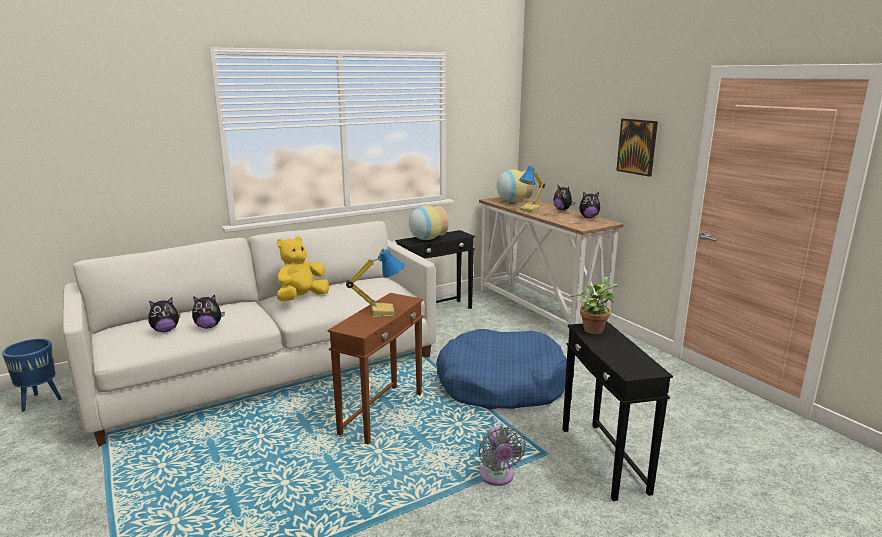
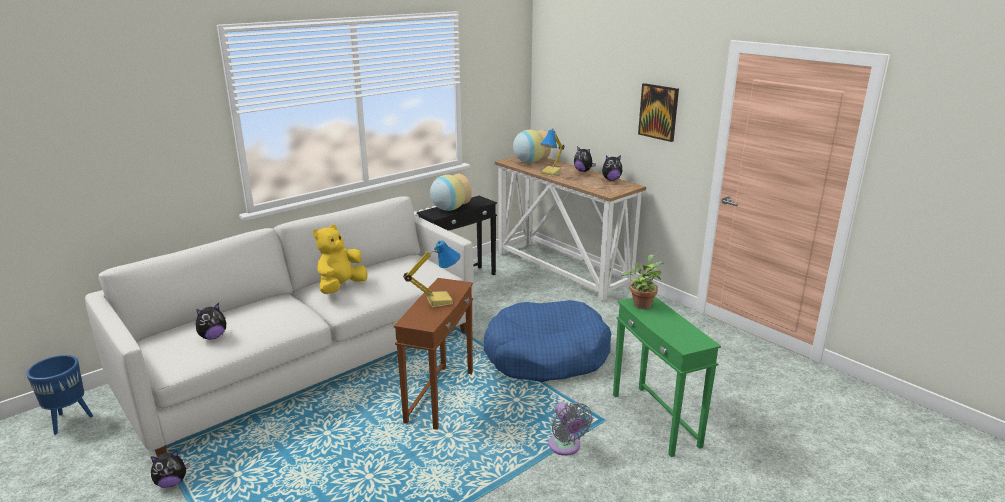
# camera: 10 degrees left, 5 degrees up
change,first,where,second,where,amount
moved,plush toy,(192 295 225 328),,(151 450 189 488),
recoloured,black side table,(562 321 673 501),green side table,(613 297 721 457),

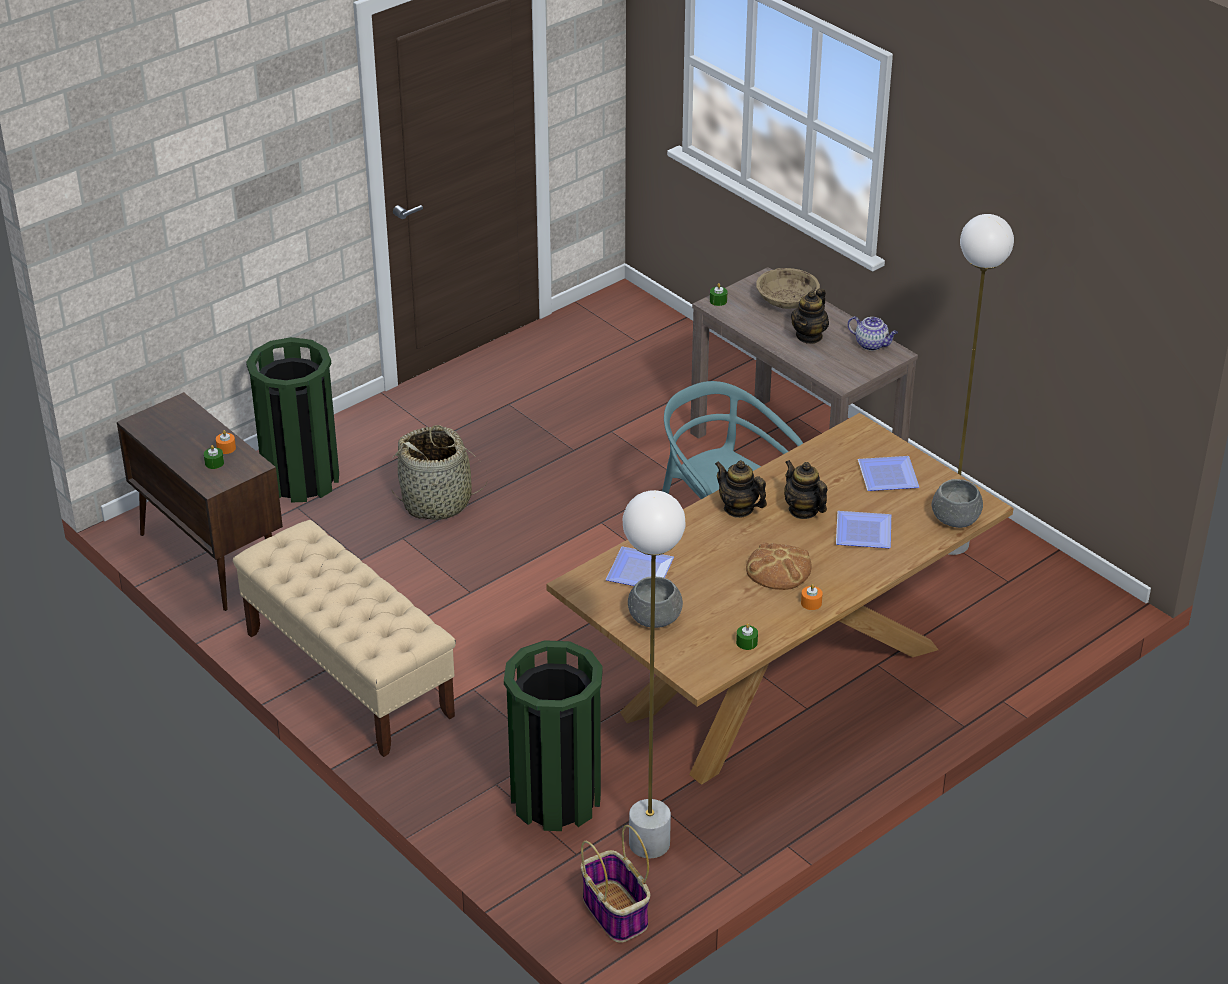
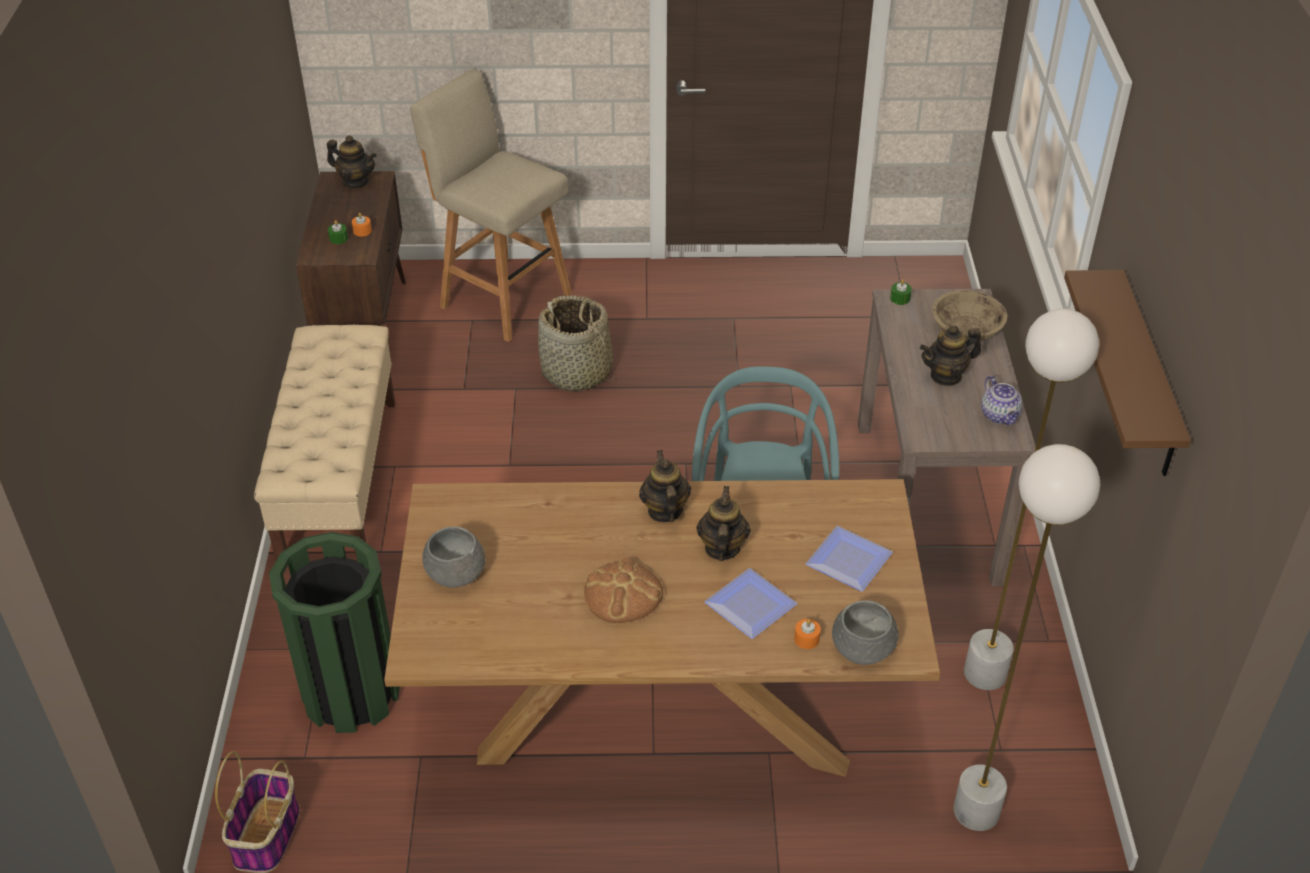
# camera: 40 degrees right, 5 degrees up
change,first,where,second,where,amount
added,,,teapot,(327 136 377 188),
replaced,green trash can,(246 337 339 502),beige stool,(410 69 572 342),
moved,orange candle,(801 584 823 610),,(794 619 821 649),
moved,white floor lamp,(623 490 686 858),,(953 444 1100 831),
added,,,brown shelf,(1064 270 1191 476),
removed,plate,(606 546 674 586),,,
removed,green candle,(736 623 758 650),,,

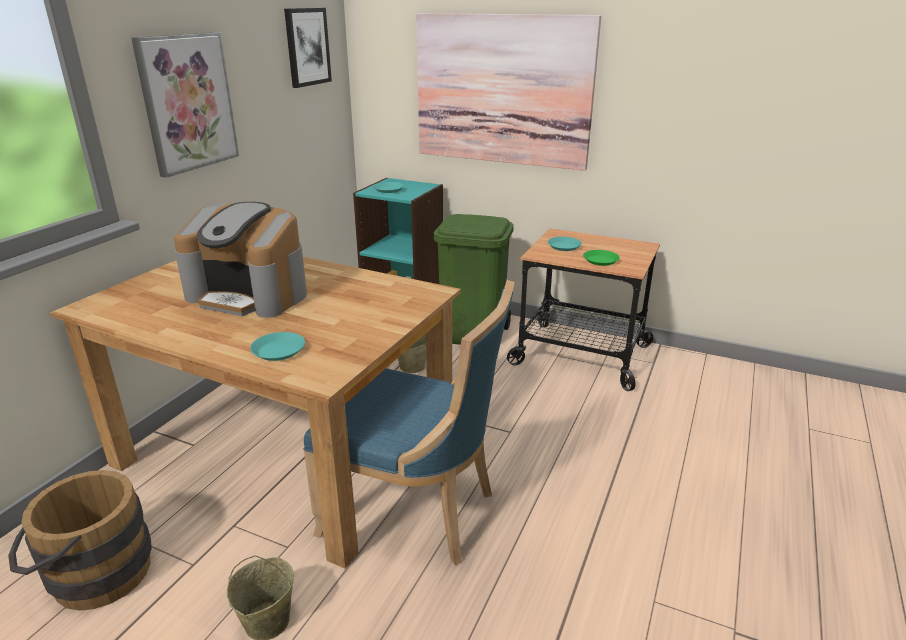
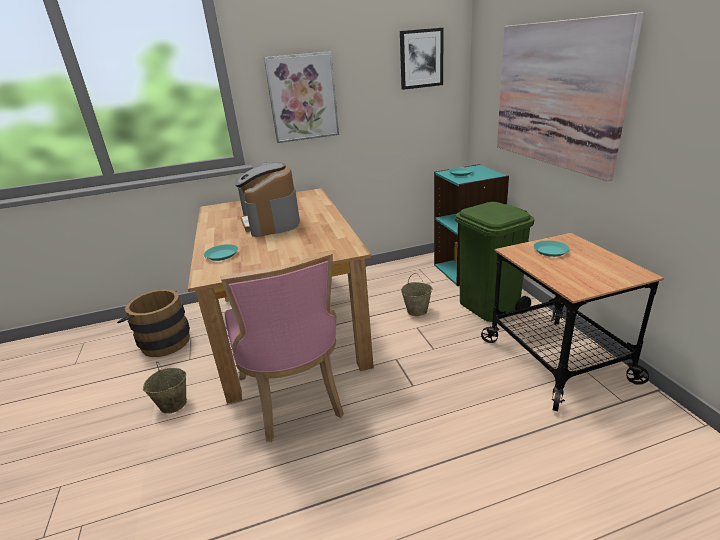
# camera: 50 degrees right, 0 degrees up
change,first,where,second,where,amount
recoloured,blue chair,(303 280 515 565),pink chair,(220 251 344 442),
removed,green plate,(583 250 620 266),,,

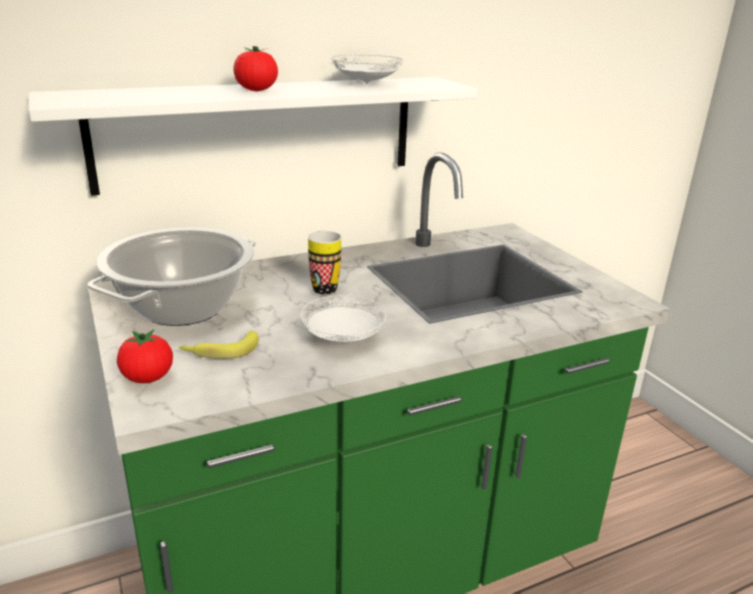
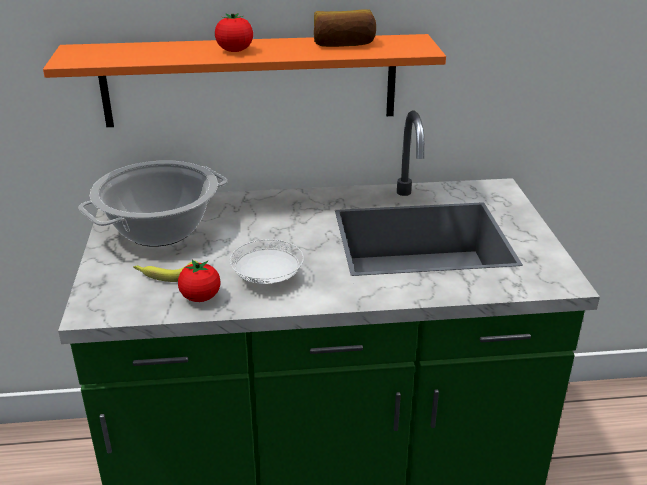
# camera: 20 degrees right, 5 degrees up
change,first,where,second,where,amount
recoloured,white shelf,(29 77 477 196),orange shelf,(43 34 446 127),
moved,tomato,(117 330 173 383),,(178 260 221 302),
replaced,white plate,(331 54 404 84),bread,(314 9 376 47),
removed,mug,(308 231 341 295),,,

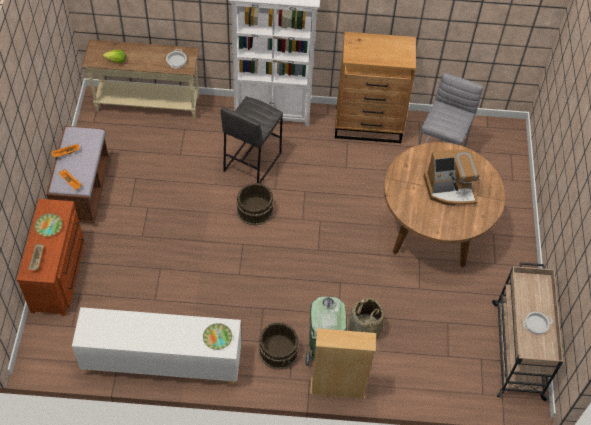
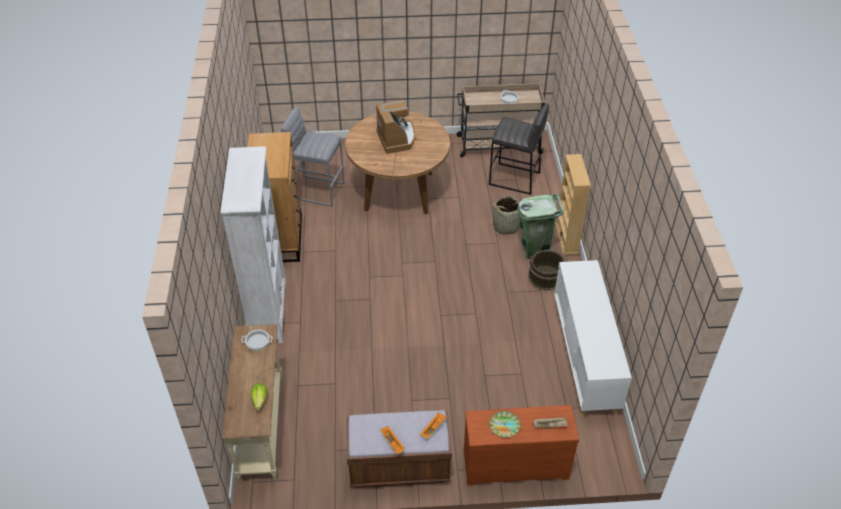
# camera: 95 degrees left, 10 degrees down
change,first,where,second,where,amount
moved,grey stool,(221 96 283 184),,(489 103 549 195),
removed,plate,(203 323 232 350),,,
removed,brown bucket,(237 183 274 226),,,

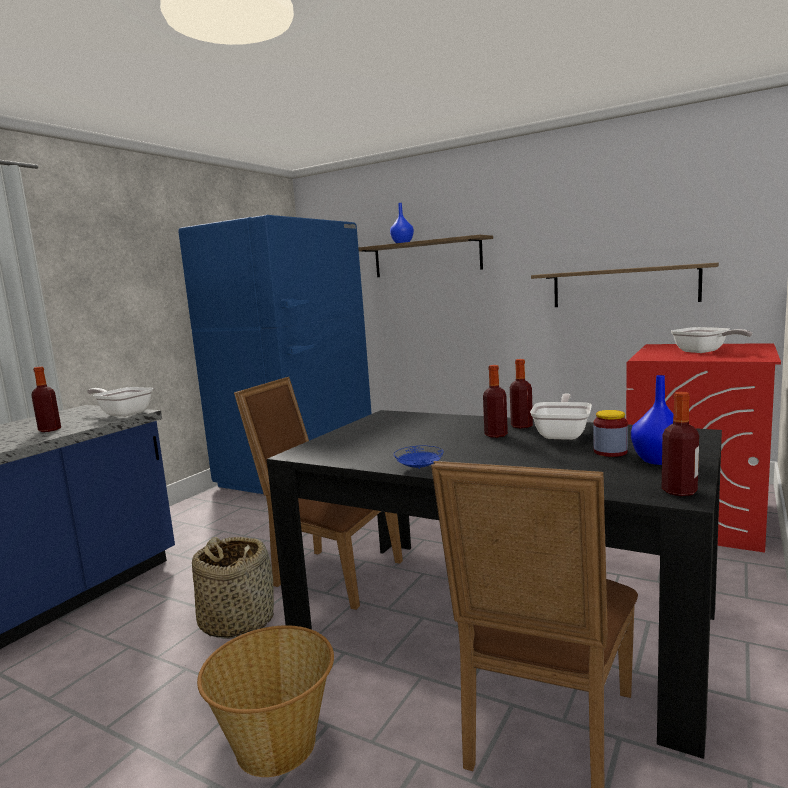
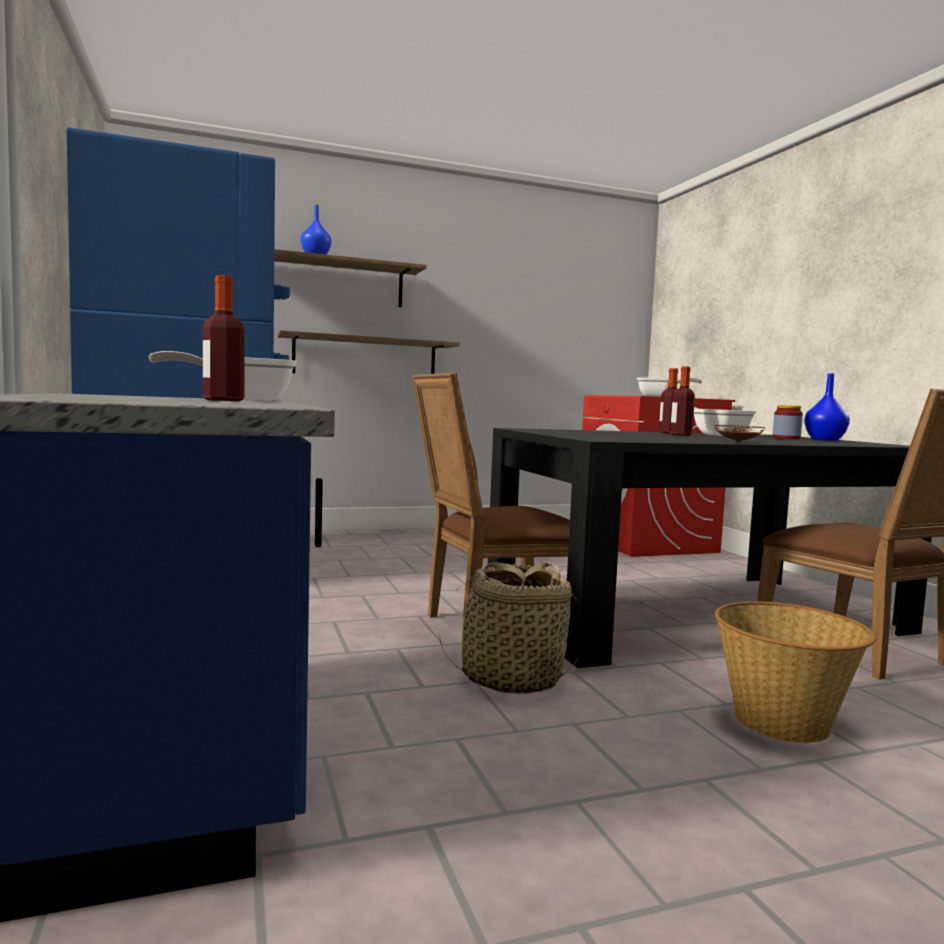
# camera: 50 degrees left, 5 degrees down
change,first,where,second,where,amount
moved,shelf,(531 263 719 307),,(278 330 460 374),
recoloured,blue plate,(394 446 443 469),brown plate,(714 425 766 443),
removed,bottle,(662 392 699 496),,,

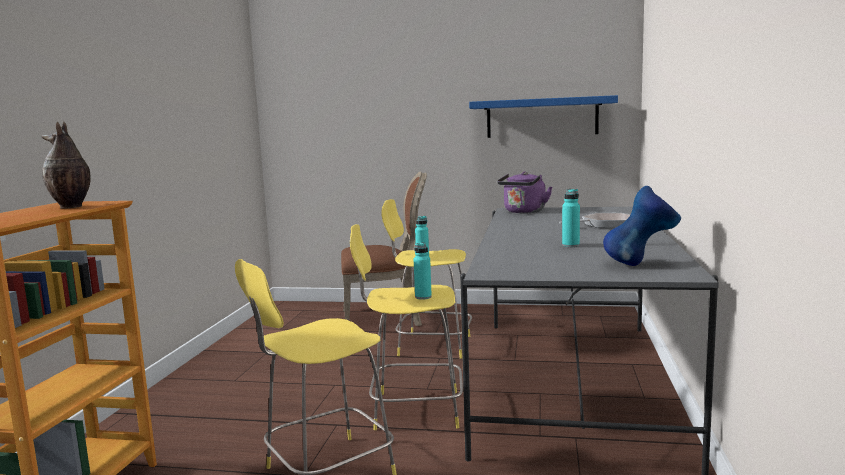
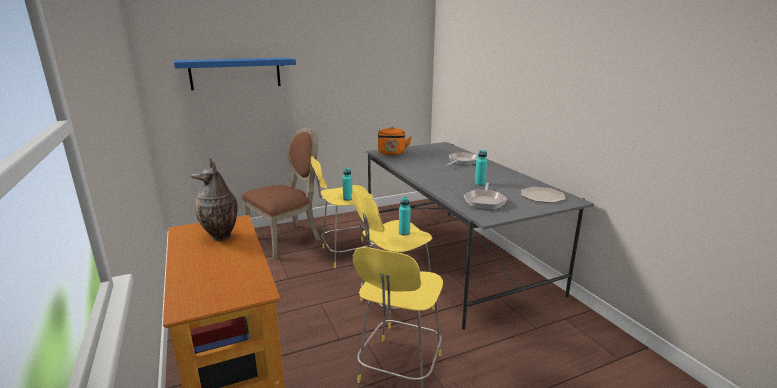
# camera: 35 degrees left, 10 degrees up
change,first,where,second,where,amount
moved,blue shelf,(469 95 618 138),,(174 58 296 90),
recoloured,purple kettle,(497 171 552 213),orange kettle,(378 127 412 155),
added,,,frying pan,(464 183 507 210),
replaced,blue vase,(603 186 681 266),plate,(521 187 566 203),

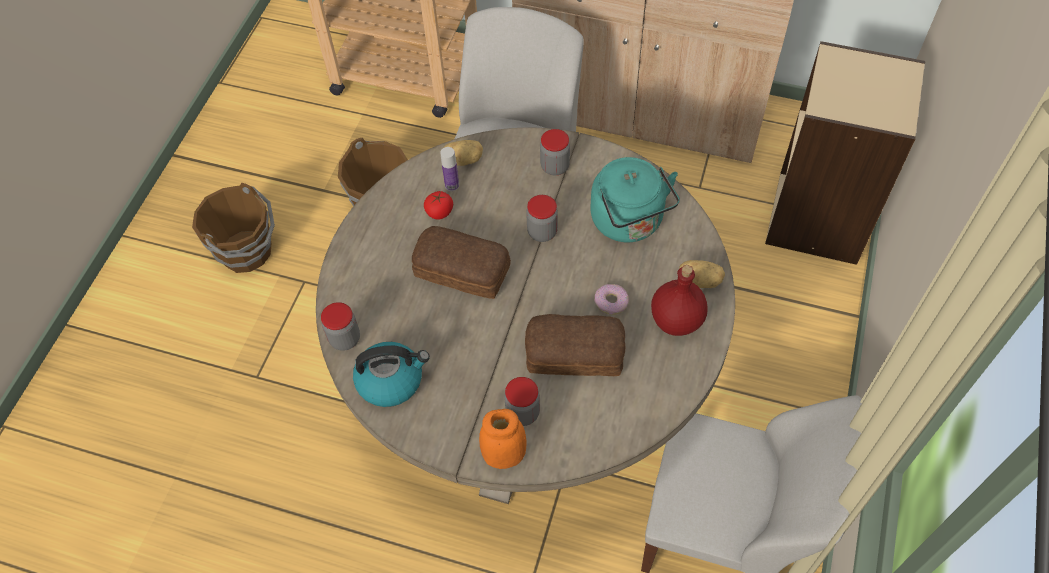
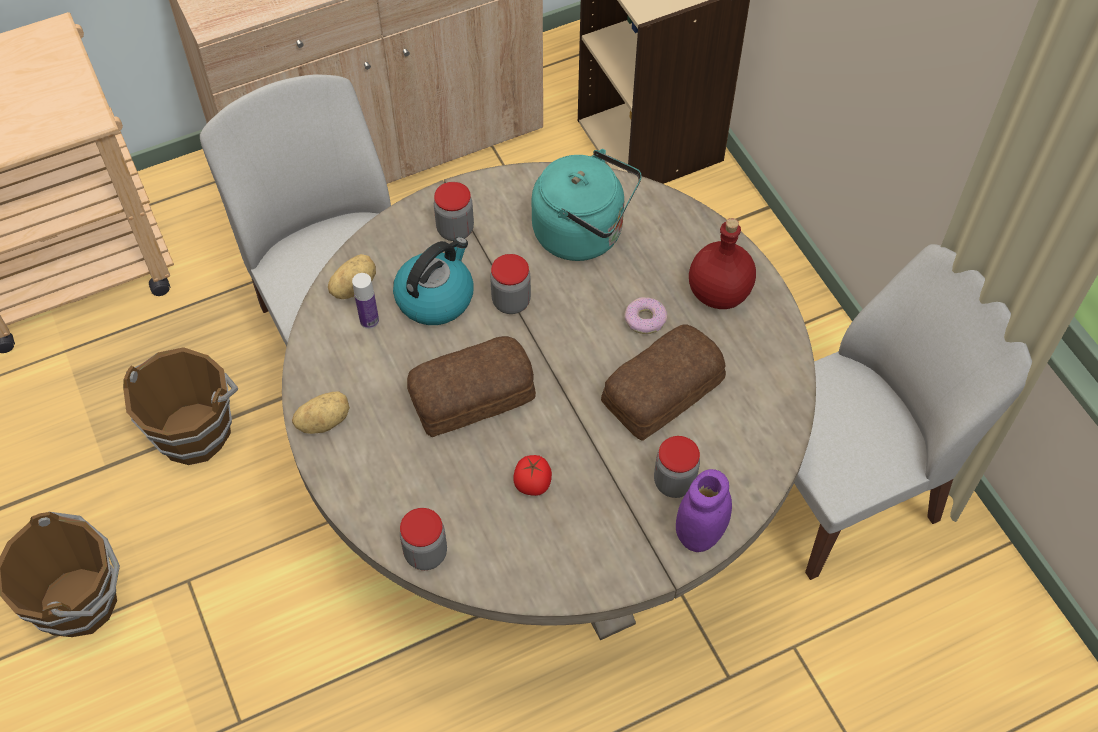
# camera: 45 degrees left, 0 degrees up
change,first,where,second,where,amount
moved,potato,(679 260 725 288),,(292 391 350 434),
moved,kettle,(353 342 430 407),,(393 237 474 325),
moved,tomato,(424 191 453 219),,(513 455 552 496),
recoloured,orange jar,(479 409 527 469),purple jar,(676 469 732 552),

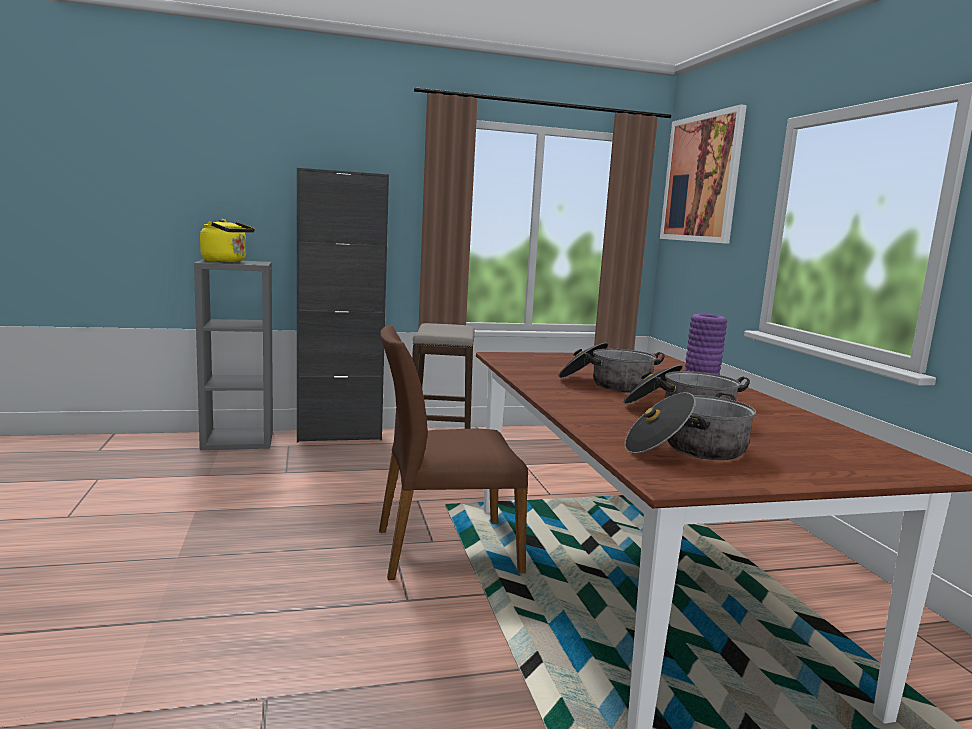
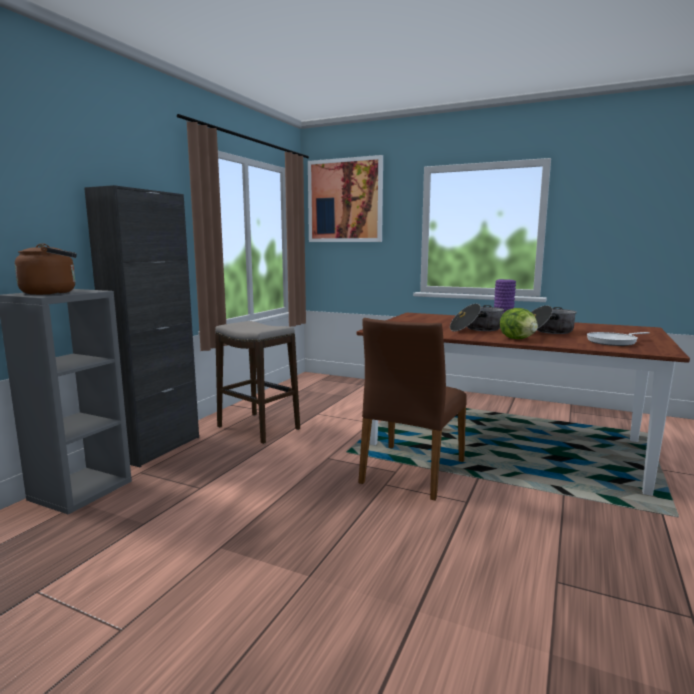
# camera: 50 degrees left, 0 degrees up
change,first,where,second,where,amount
recoloured,yellow kettle,(200 219 255 262),brown kettle,(15 243 77 295),
added,,,lettuce,(500 308 538 339),
replaced,cooking pot,(625 392 756 460),frying pan,(587 332 650 346),

